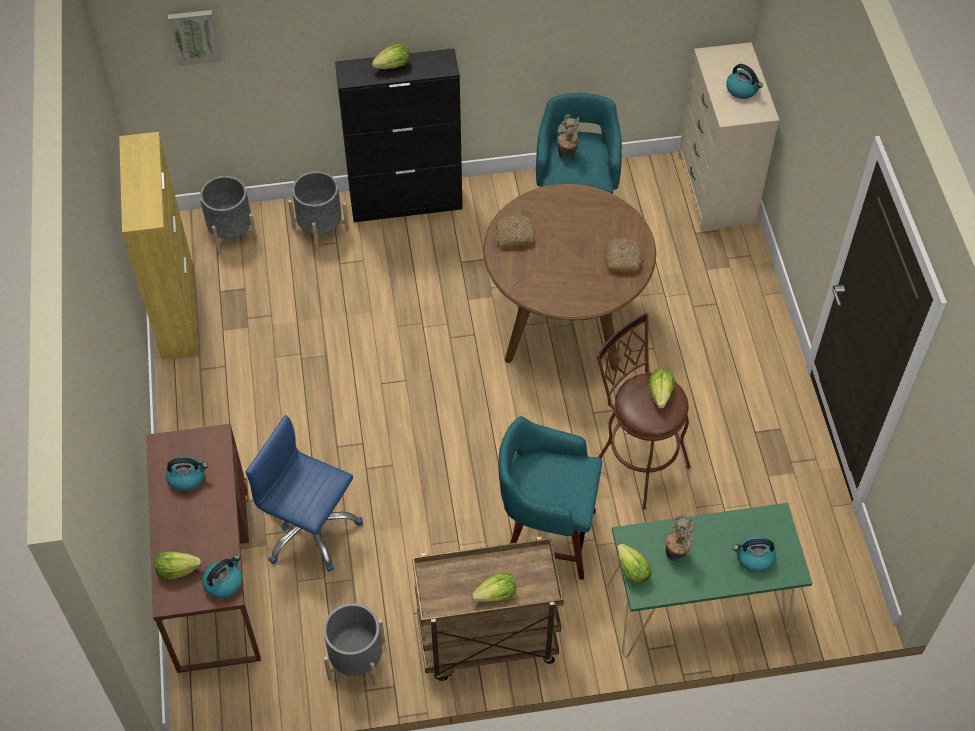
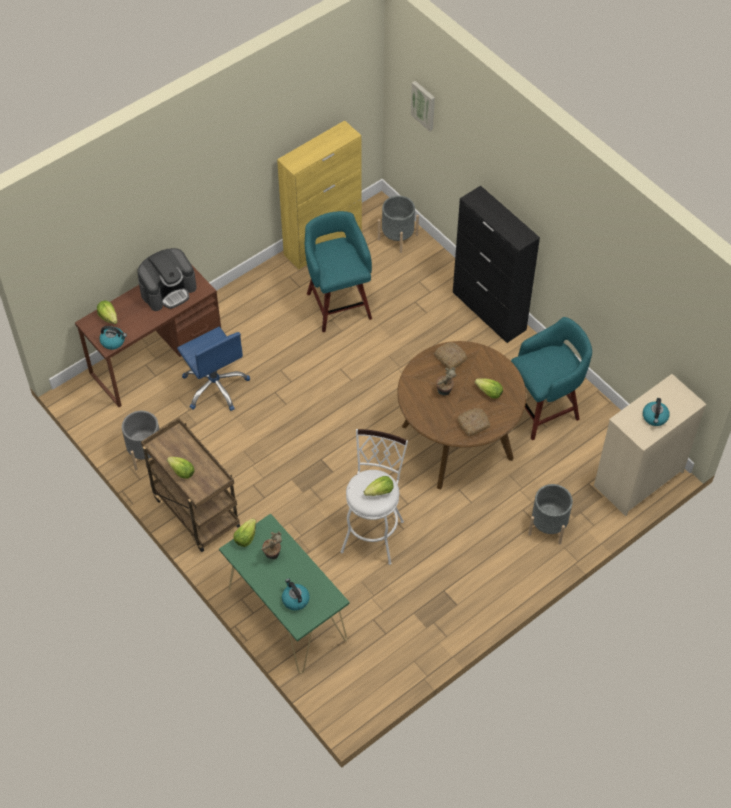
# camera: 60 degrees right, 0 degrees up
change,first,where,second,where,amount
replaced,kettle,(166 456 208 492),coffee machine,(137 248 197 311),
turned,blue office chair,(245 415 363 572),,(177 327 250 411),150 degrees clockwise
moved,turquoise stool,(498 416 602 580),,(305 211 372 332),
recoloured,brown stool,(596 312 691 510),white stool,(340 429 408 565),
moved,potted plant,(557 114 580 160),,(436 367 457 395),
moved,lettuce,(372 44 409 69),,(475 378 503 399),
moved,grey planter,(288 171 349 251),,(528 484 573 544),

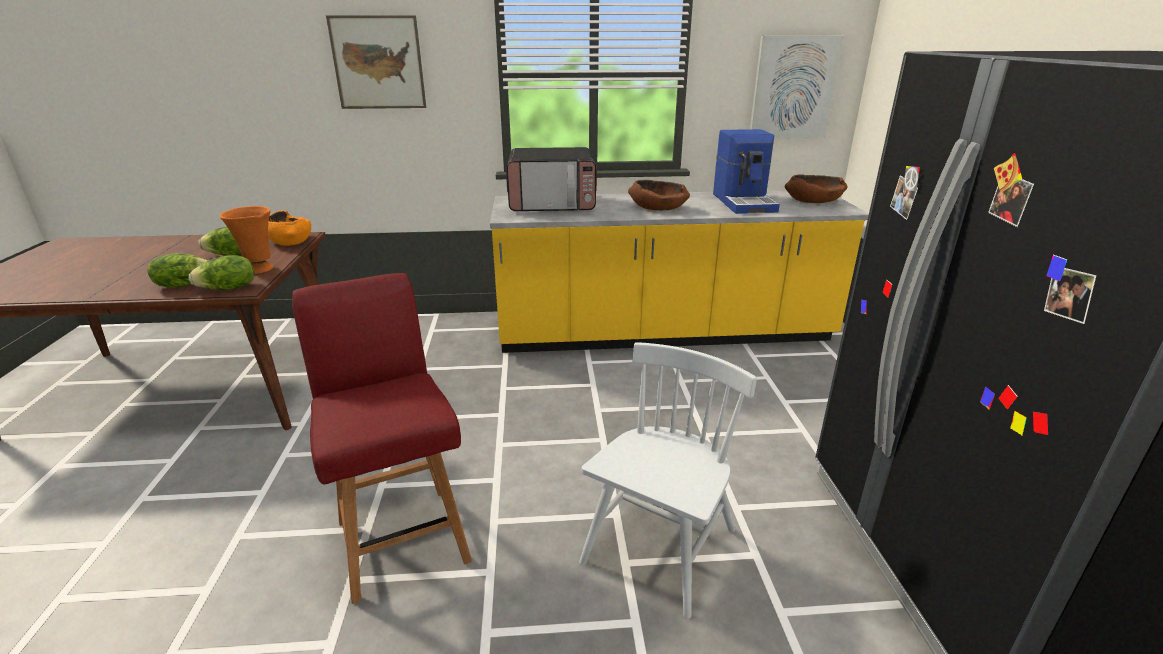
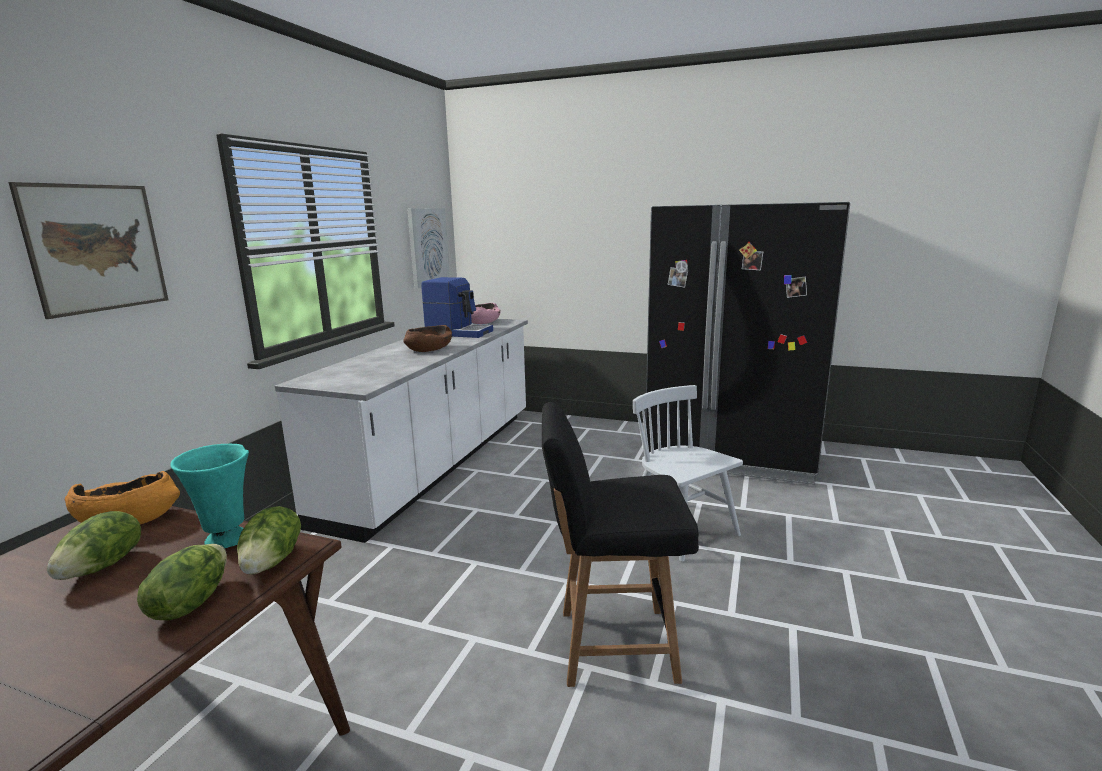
# camera: 65 degrees left, 10 degrees down
change,first,where,second,where,amount
recoloured,orange vase,(220 206 274 274),turquoise vase,(170 444 249 548),
recoloured,yellow counter,(490 190 869 353),white counter,(275 319 528 543),
recoloured,brown bowl,(785 174 848 203),pink bowl,(471 303 501 324),
recoloured,red chair,(292 273 472 604),black chair,(542 402 699 687),
removed,microwave,(506 147 597 211),,,

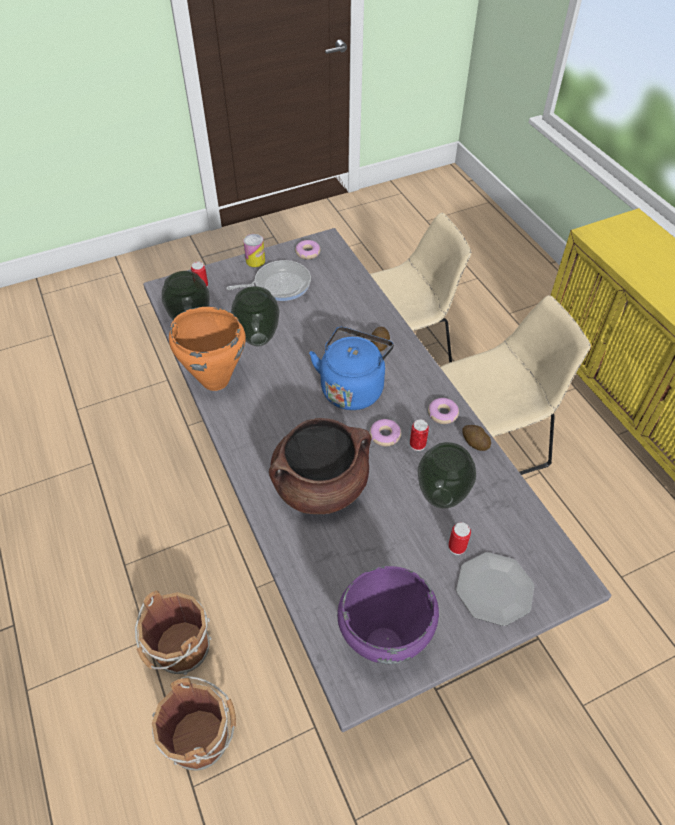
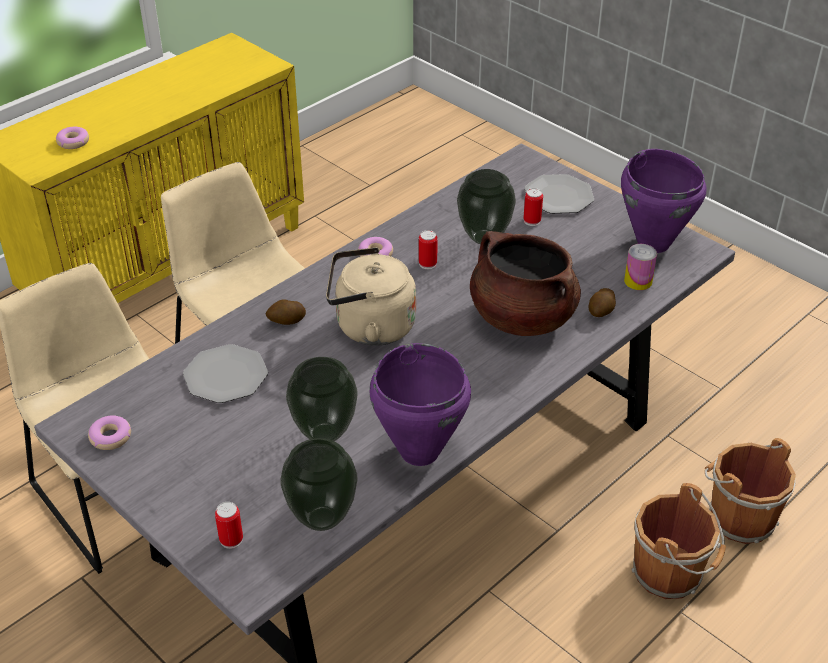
# camera: 110 degrees left, 10 degrees down
change,first,where,second,where,amount
moved,donut,(370 419 401 446),,(56 127 89 149),
added,,,plate,(183 344 268 403),
recoloured,blue kettle,(309 327 394 410),beige kettle,(326 247 416 346),
recoloured,orange cooking pot,(169 307 246 391),purple cooking pot,(369 343 471 466),
moved,potato,(462 425 491 451),,(589 288 616 317),
moved,can,(243 234 265 267),,(624 244 657 290),
removed,frying pan,(227 260 311 301),,,

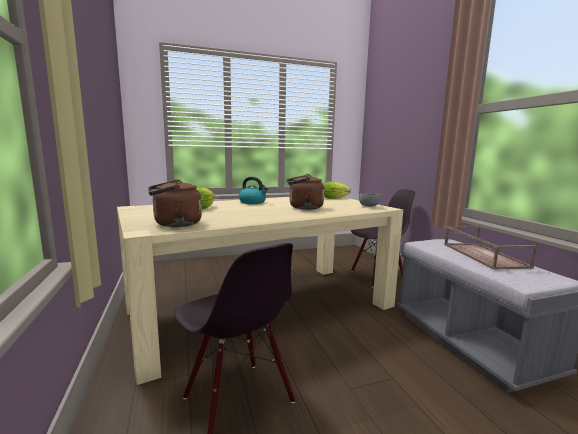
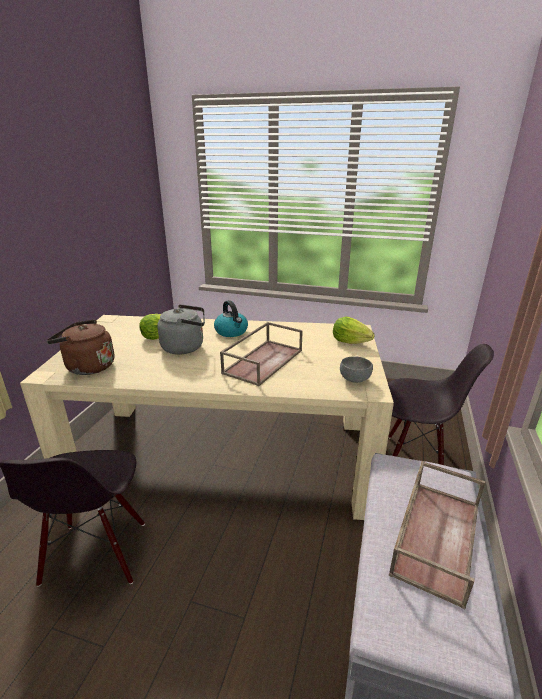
# camera: 35 degrees right, 15 degrees up
change,first,where,second,where,amount
added,,,grey kettle,(157 304 205 354),
replaced,brown kettle,(287 174 324 210),brown tray,(220 322 303 386),

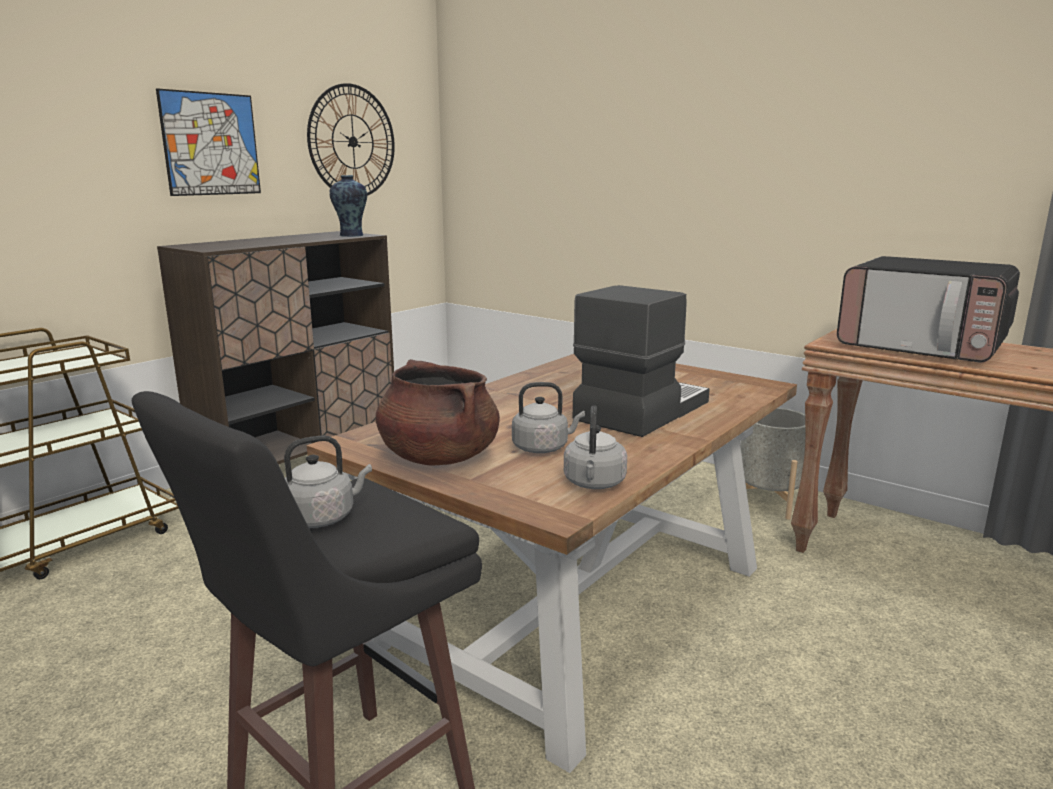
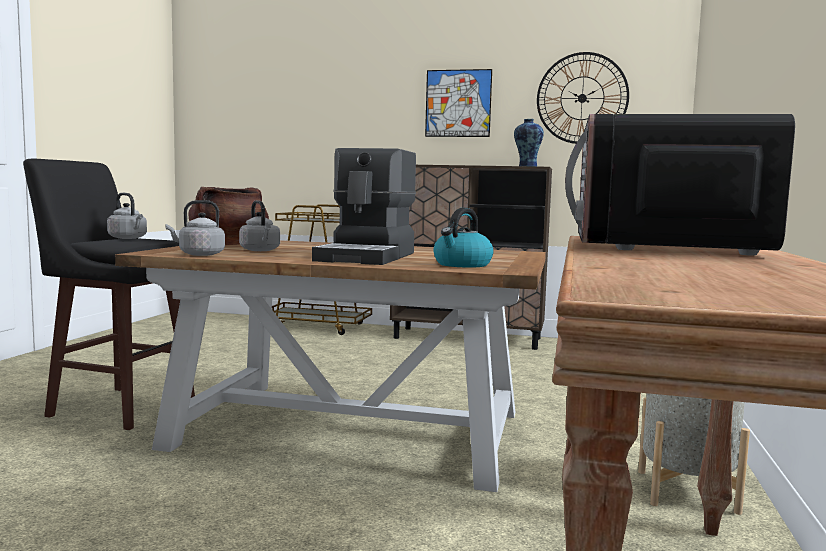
# camera: 65 degrees right, 10 degrees down
change,first,where,second,where,amount
turned,coffee machine,(573 285 710 437),,(312 148 416 265),90 degrees clockwise
added,,,kettle,(433 208 494 268),

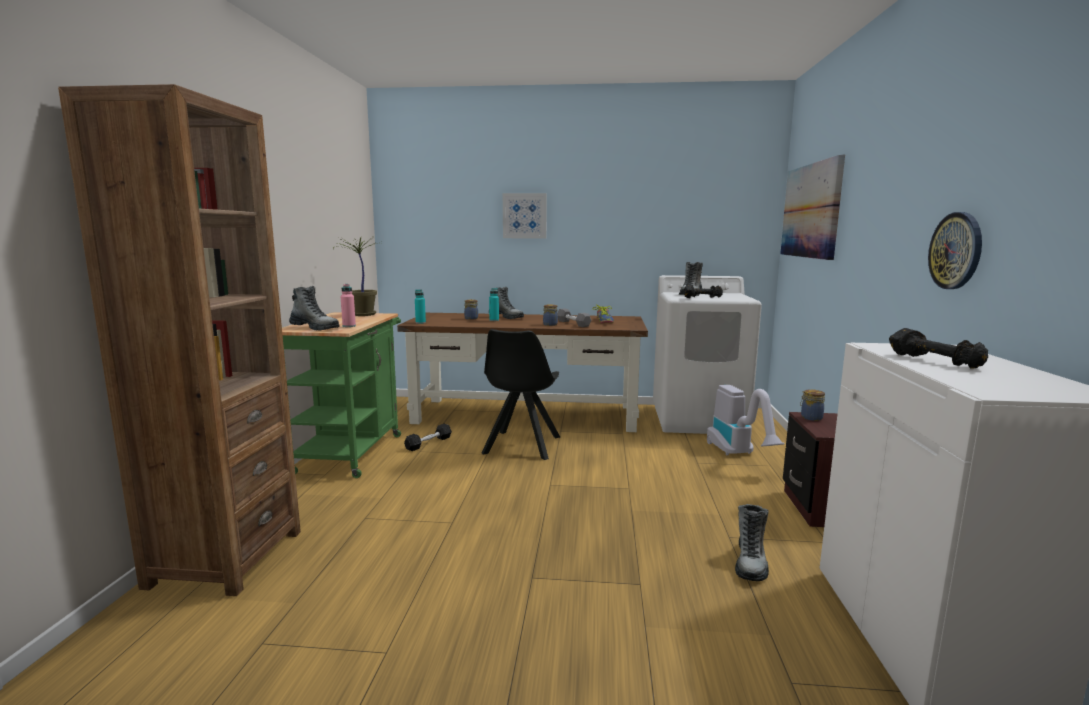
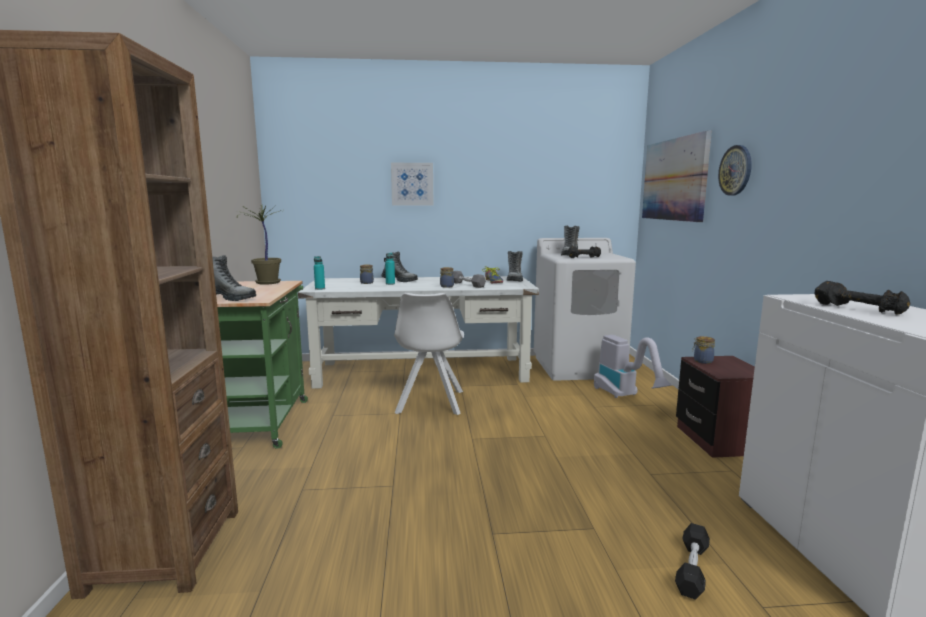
# camera: 10 degrees left, 0 degrees up
change,first,where,second,where,amount
recoloured,brown desk,(397 313 648 432),white desk,(298 276 539 389),
recoloured,black chair,(482 329 560 460),white chair,(394 293 464 415),
moved,boot,(735 504 769 581),,(506 251 523 282),
moved,black dumbbell,(404 424 452 451),,(675 523 710 600),
moved,wall clock,(928 212 982 289),,(718 145 752 195),
removed,pink bottle,(341 284 356 327),,,

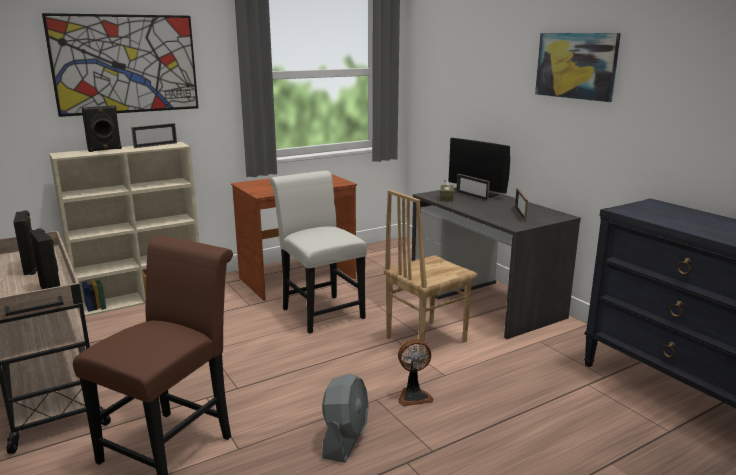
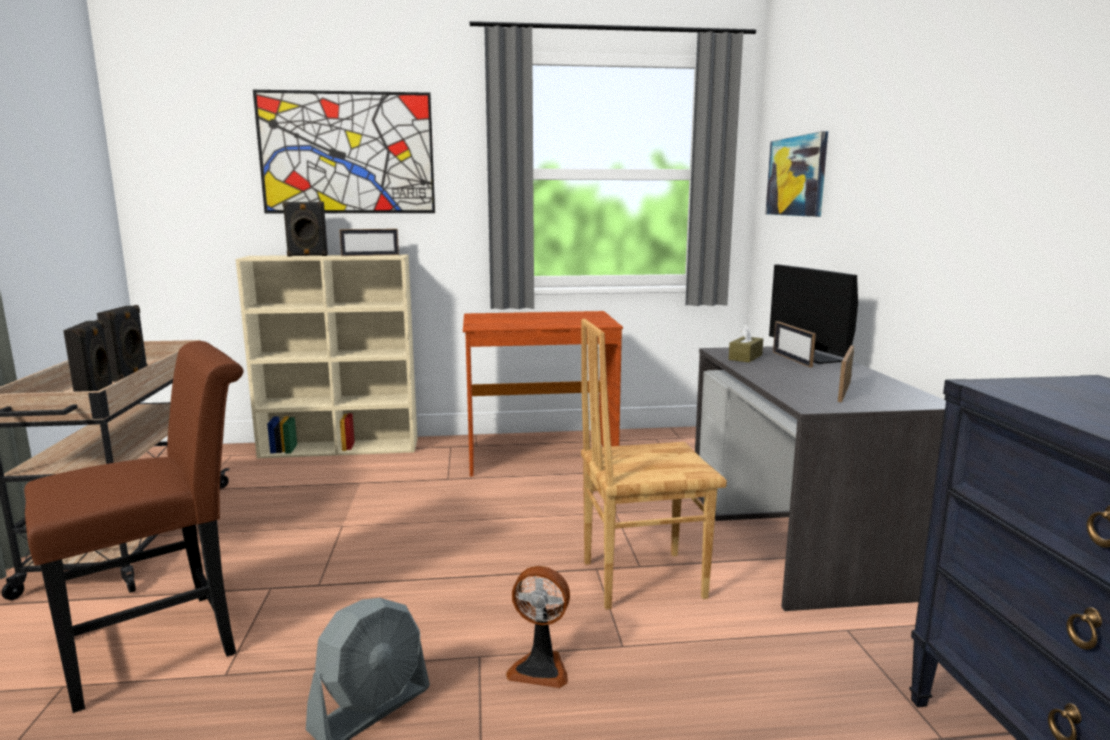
# camera: 25 degrees right, 5 degrees down
change,first,where,second,where,amount
moved,picture,(535 33 621 102),,(765 131 828 217),
removed,white chair,(270 171 367 334),,,

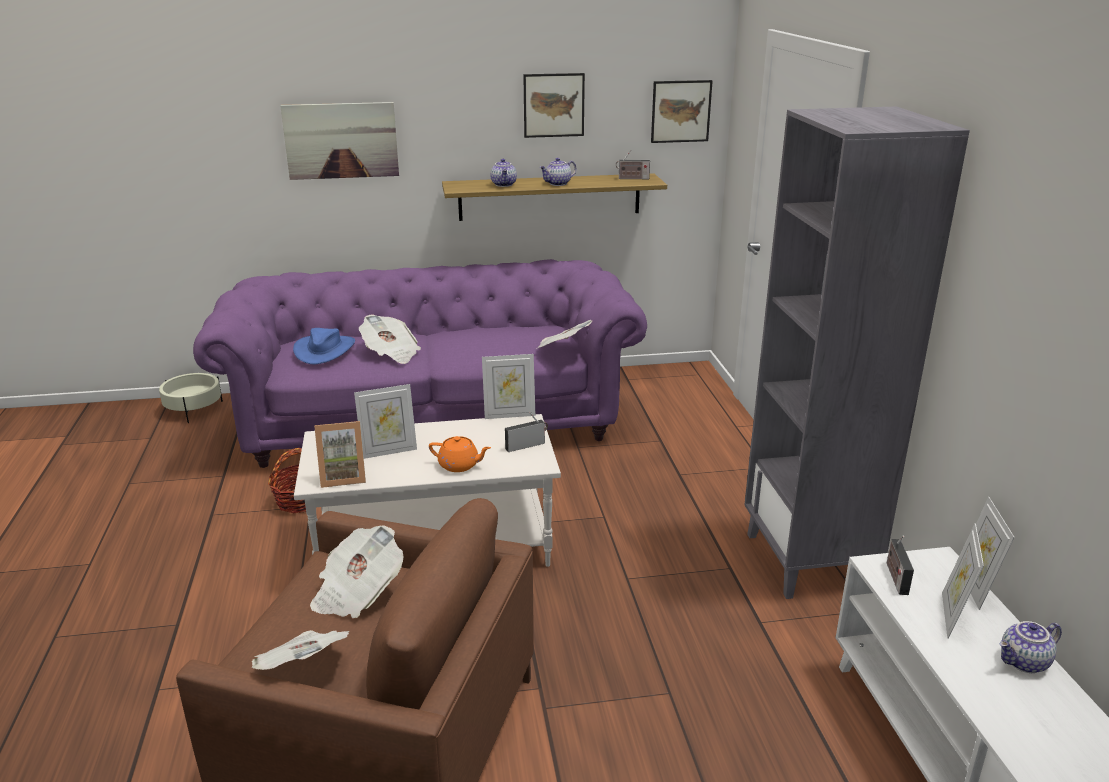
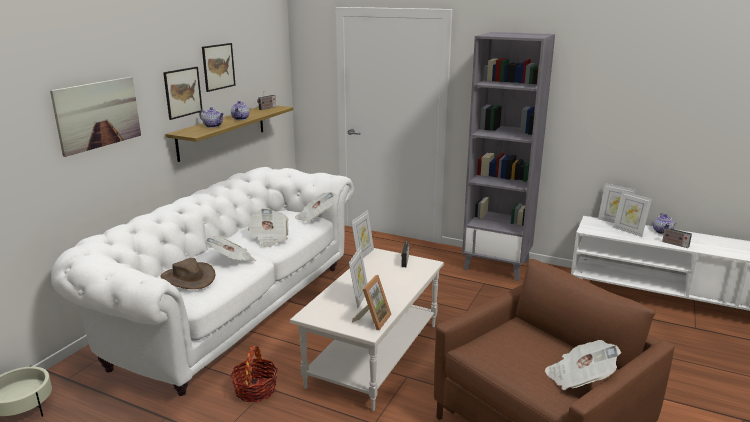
# camera: 55 degrees left, 5 degrees down
change,first,where,second,where,amount
recoloured,purple sofa,(193 259 647 468),white sofa,(51 167 354 396),
recoloured,blue hat,(293 328 355 364),brown hat,(160 258 215 289),
moved,picture,(651 80 712 143),,(163 67 203 120),
moved,newspaper,(310 525 403 618),,(248 208 289 247),
moved,radio,(887 536 914 595),,(662 223 692 248),
removed,orange teapot,(429 436 491 472),,,

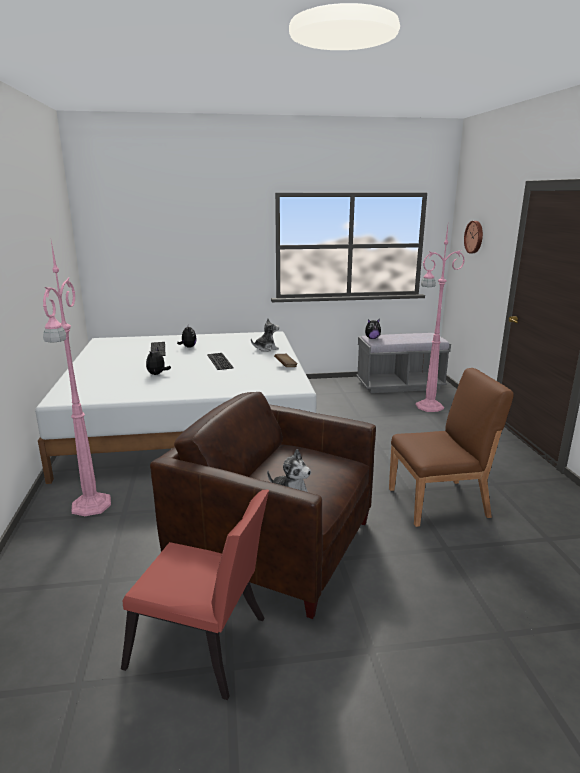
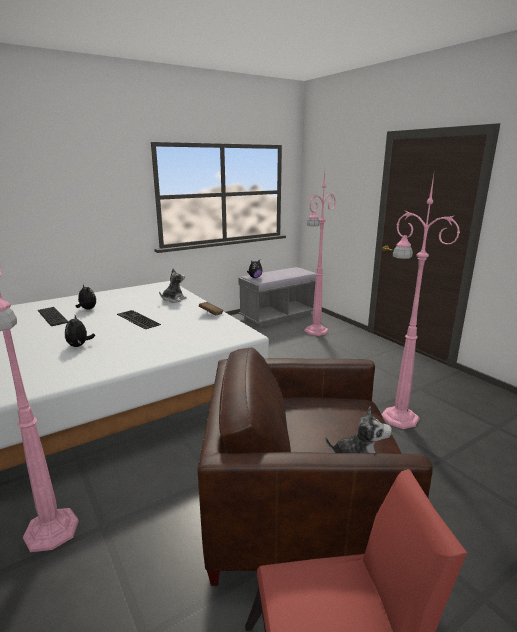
# camera: 25 degrees left, 0 degrees up
change,first,where,second,where,amount
replaced,brown chair,(389 368 514 527),pink floor lamp,(381 175 460 429),
removed,wall clock,(464 221 483 253),,,

